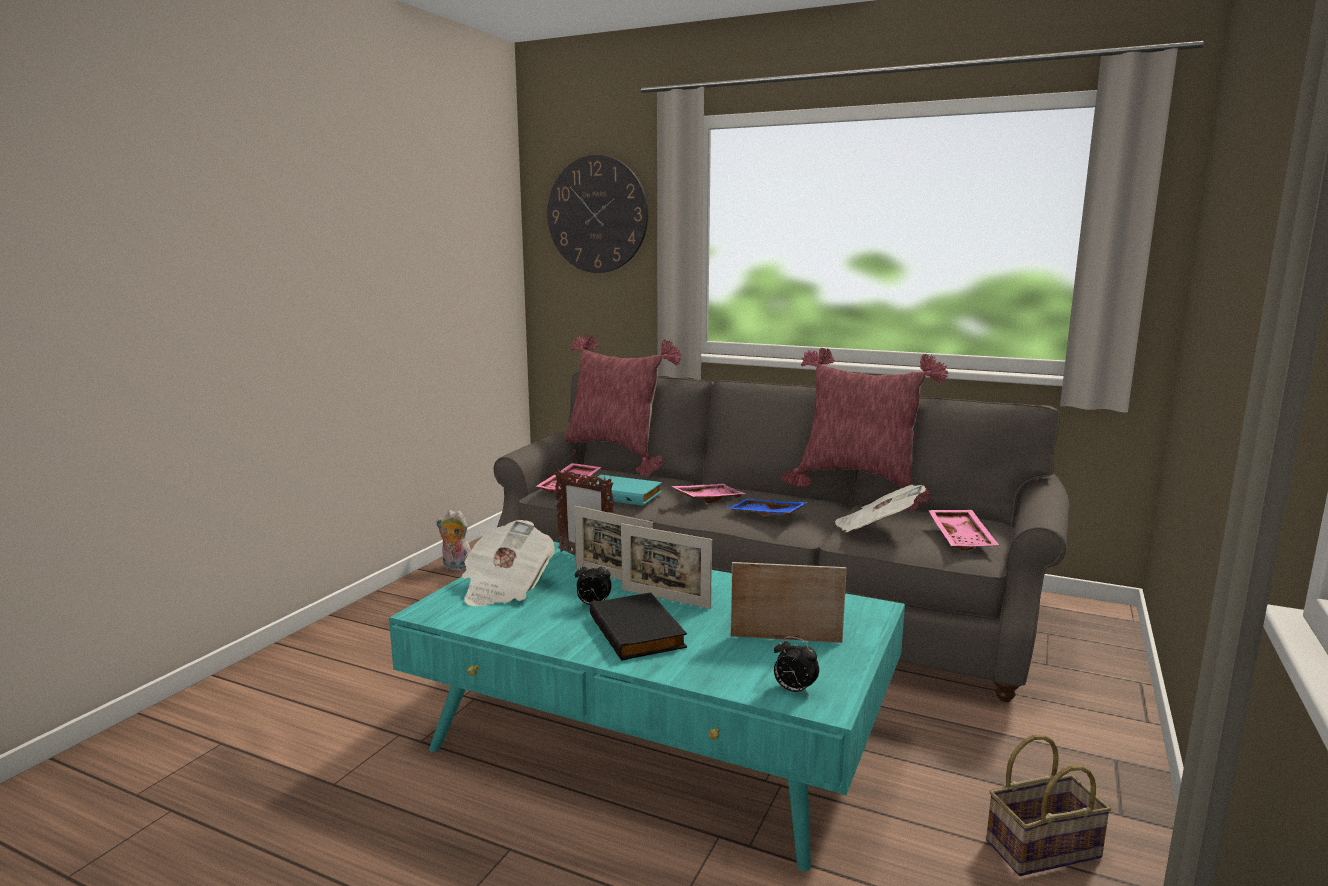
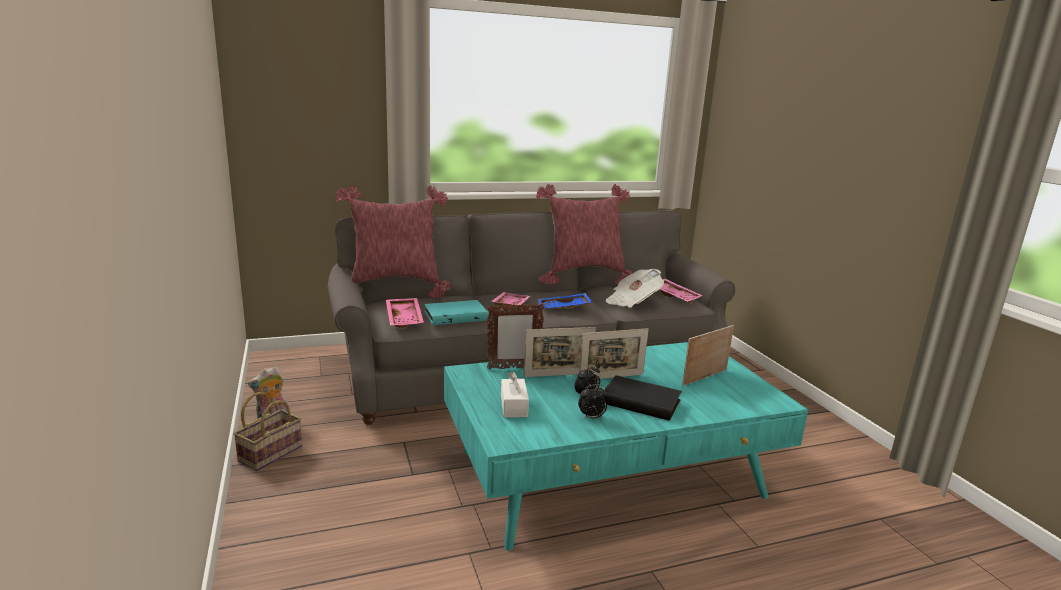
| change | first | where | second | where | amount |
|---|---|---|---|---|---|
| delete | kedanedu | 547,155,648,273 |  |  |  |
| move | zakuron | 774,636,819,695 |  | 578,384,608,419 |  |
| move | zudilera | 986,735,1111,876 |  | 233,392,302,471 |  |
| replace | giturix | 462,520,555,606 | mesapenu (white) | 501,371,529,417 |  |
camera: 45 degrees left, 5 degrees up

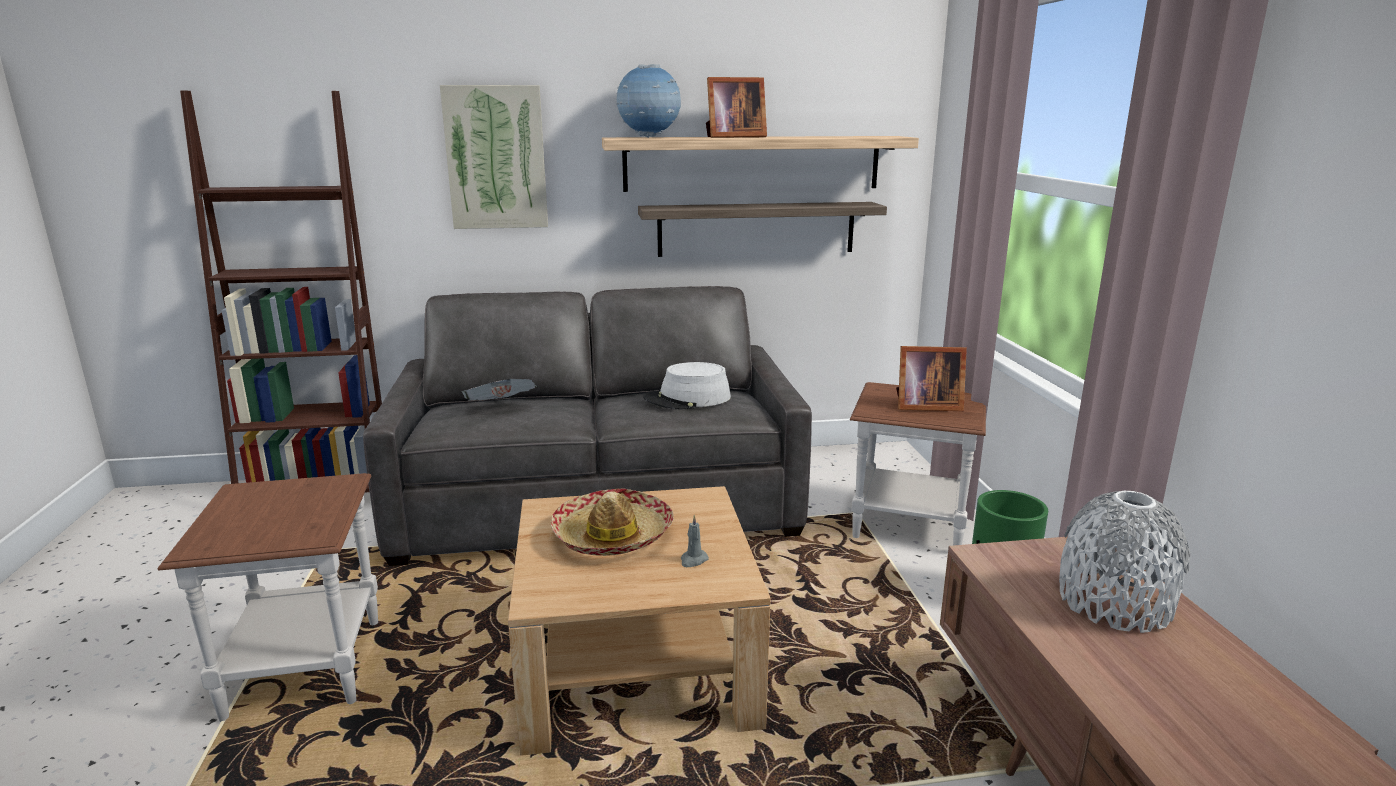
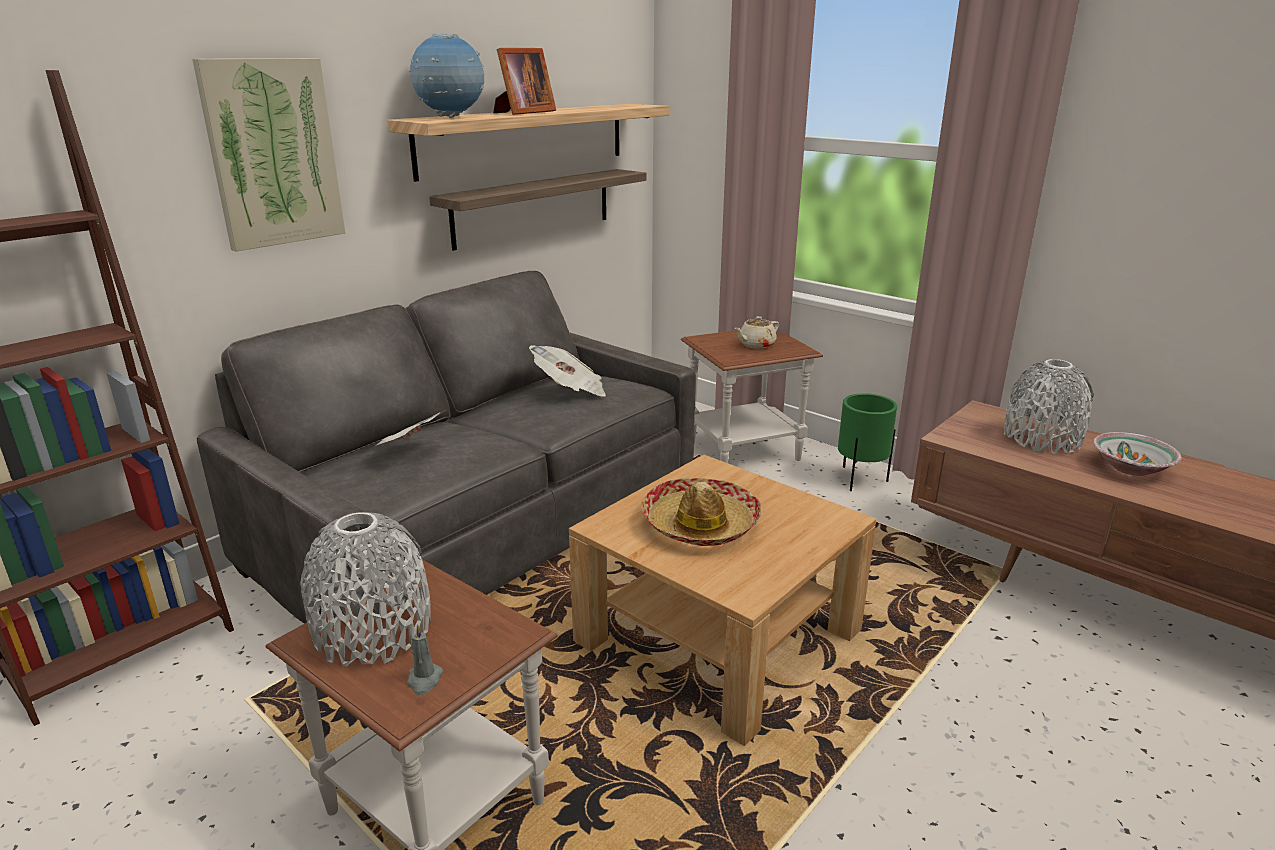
| change | first | where | second | where | amount |
|---|---|---|---|---|---|
| insert |  |  | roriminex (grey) | 301,512,431,667 |  |
| insert |  |  | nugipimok | 1093,432,1182,476 |  |
| move | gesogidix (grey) | 681,515,709,567 |  | 407,624,443,695 |  |
| replace | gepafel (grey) | 643,362,731,410 | giturix | 529,345,606,397 |  |
| replace | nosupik | 896,346,967,411 | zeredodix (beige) | 734,316,779,349 |  |
camera: 40 degrees left, 5 degrees up

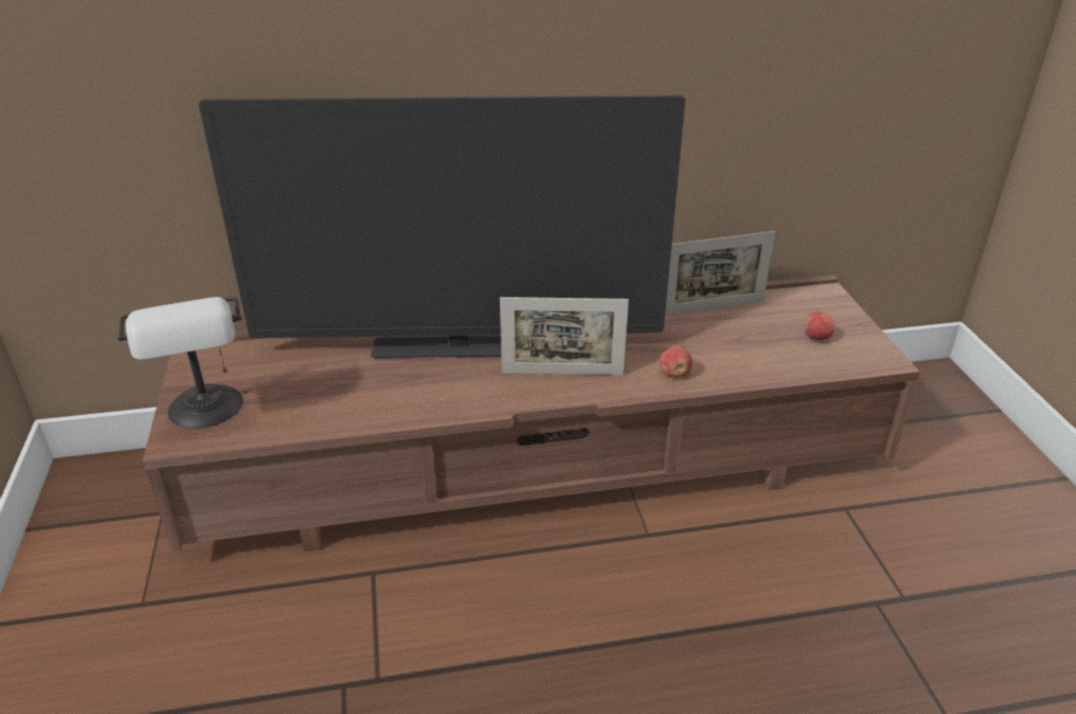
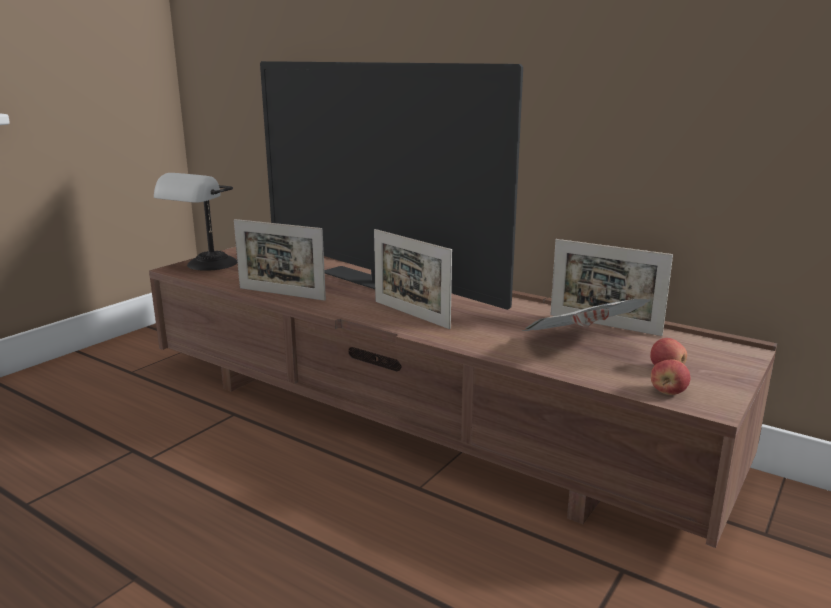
| change | first | where | second | where | amount |
|---|---|---|---|---|---|
| insert |  |  | nosupik | 234,219,326,301 |  |
| insert |  |  | giturix | 522,299,651,331 |  |
| move | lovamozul | 659,347,692,378 |  | 651,359,690,395 |  |
camera: 45 degrees right, 15 degrees down

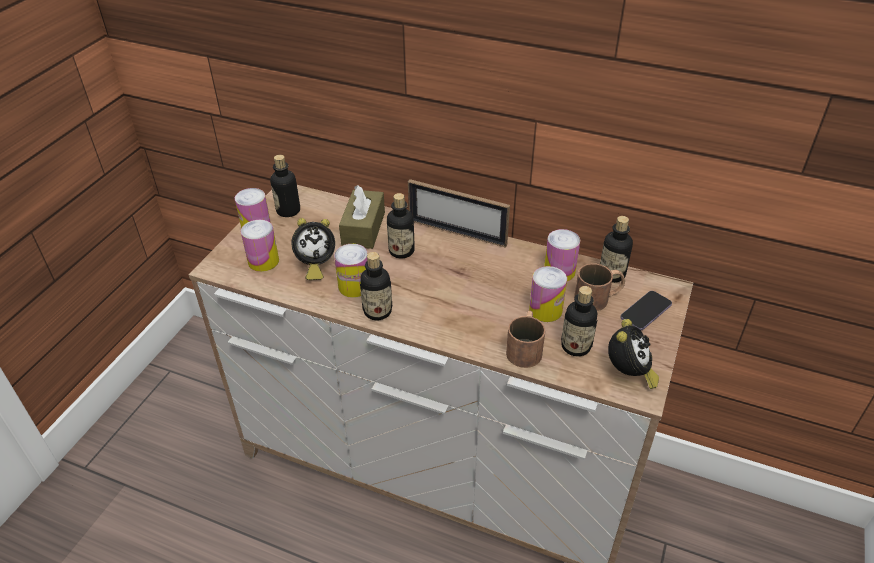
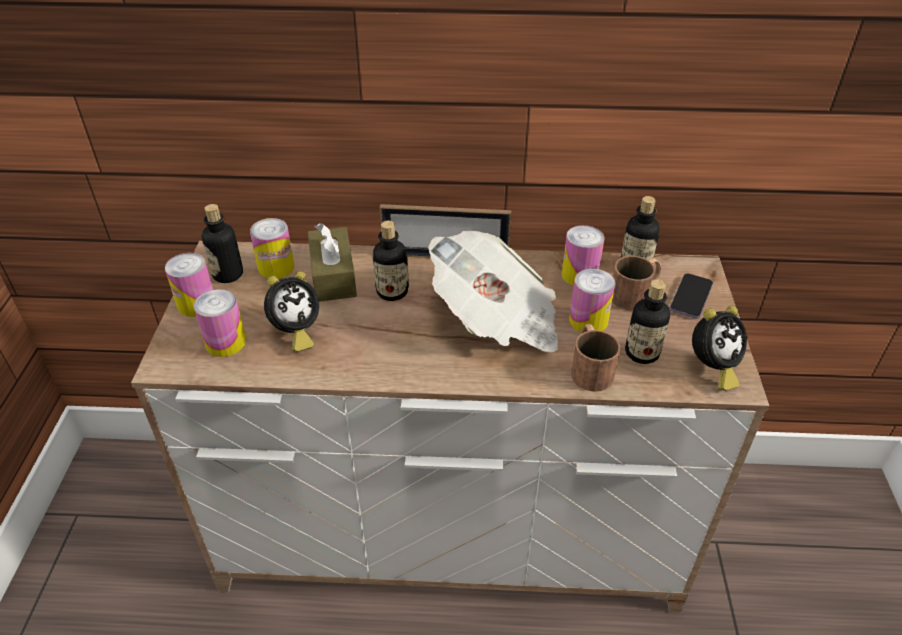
| change | first | where | second | where | amount |
|---|---|---|---|---|---|
| delete | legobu | 360,252,392,320 |  |  |  |
| insert |  |  | giturix | 428,231,558,353 |  |
| move | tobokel | 334,244,368,298 |  | 250,218,294,279 |  |
| rotate | zakuron | 608,319,659,389 |  | 692,306,747,391 | 60 degrees clockwise |
camera: 20 degrees left, 0 degrees up

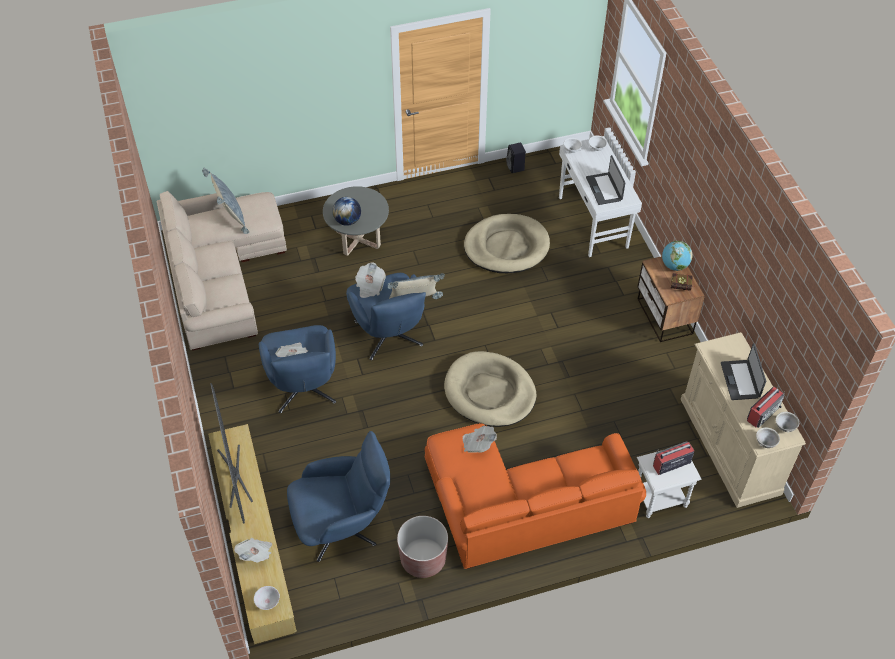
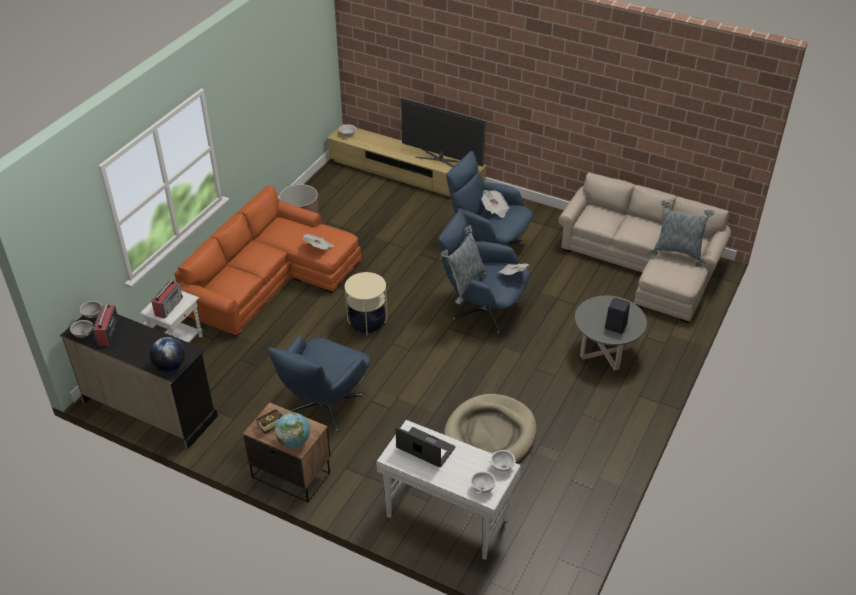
| change | first | where | second | where | amount |
|---|---|---|---|---|---|
| delete | giturix | 234,538,272,562 |  |  |  |
| delete | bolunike | 721,343,766,400 |  |  |  |
| move | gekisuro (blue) | 287,431,390,562 |  | 268,336,371,432 |  |
| move | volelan | 332,197,361,226 |  | 150,337,185,371 |  |
| move | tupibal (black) | 506,142,526,173 |  | 605,298,630,334 |  |
| replace | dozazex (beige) | 444,351,536,427 | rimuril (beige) | 345,272,387,335 |  |
| recolor | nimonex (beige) | 681,332,806,508 | nimonex (black) | 60,314,218,449 |  |
camera: 135 degrees right, 10 degrees down

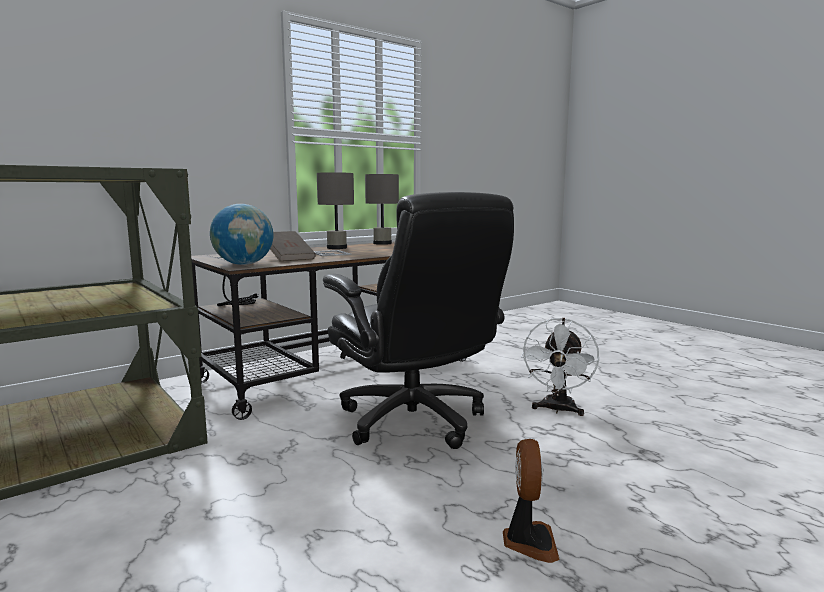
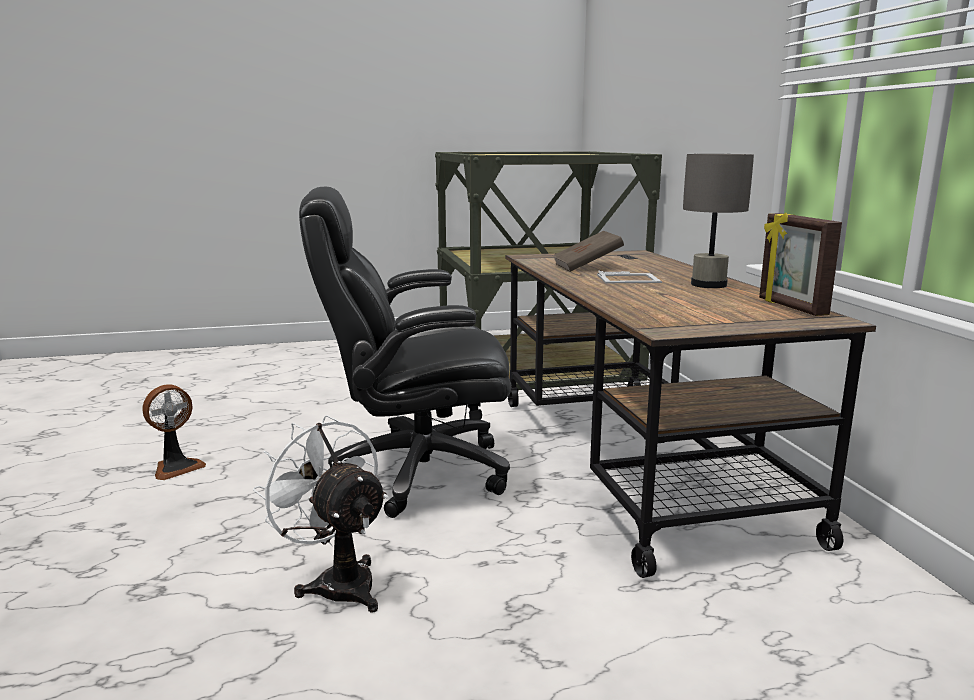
| change | first | where | second | where | amount |
|---|---|---|---|---|---|
| delete | volelan | 210,204,273,265 |  |  |  |
| replace | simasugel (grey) | 365,174,399,245 | nosupik | 759,213,842,316 |  |
| rotate | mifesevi | 503,439,560,563 |  | 142,385,206,480 | 75 degrees counterclockwise |
camera: 115 degrees right, 5 degrees up

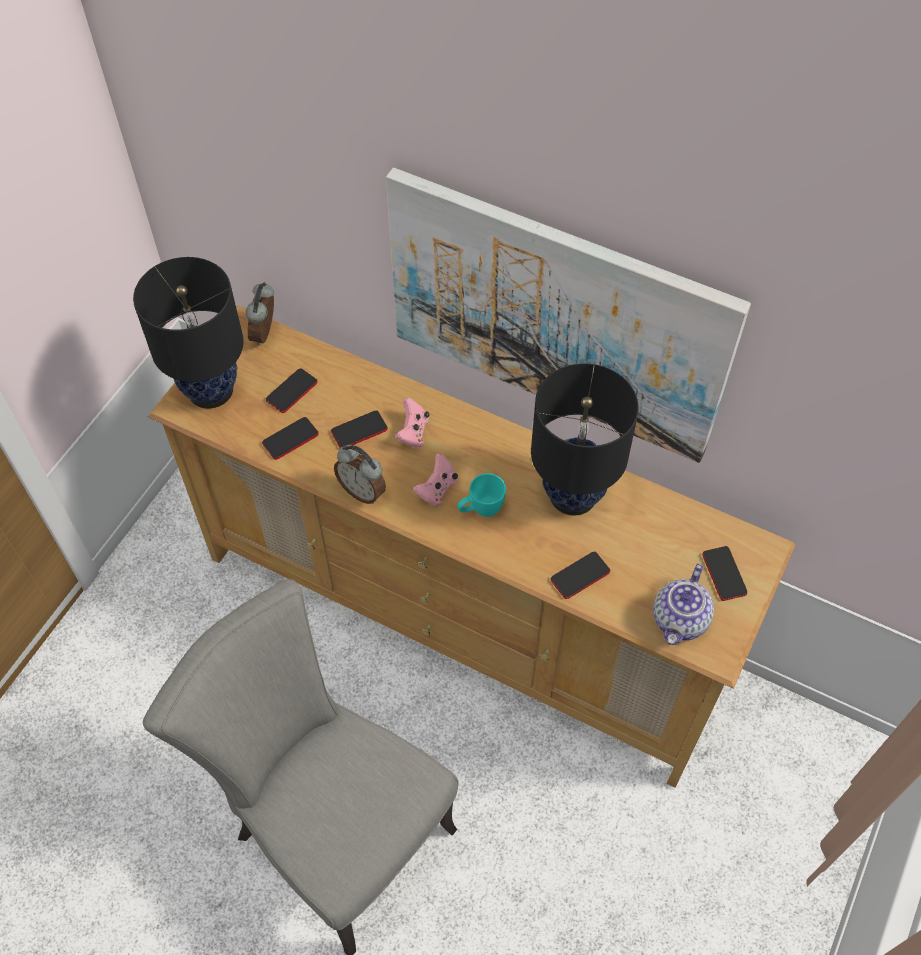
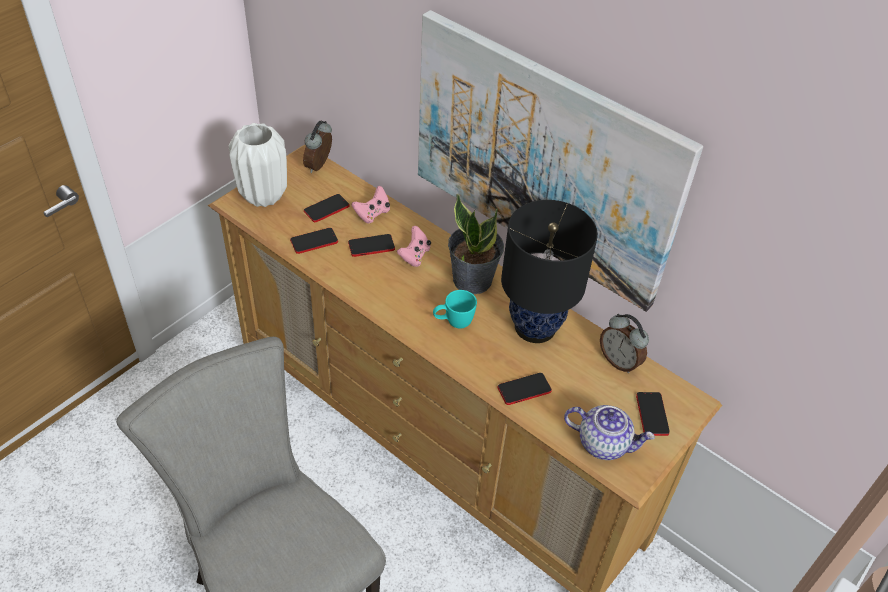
| change | first | where | second | where | amount |
|---|---|---|---|---|---|
| insert |  |  | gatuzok | 448,193,504,294 |  |
| move | zakuron | 334,445,386,504 |  | 600,314,649,373 |  |
| move | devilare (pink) | 413,454,458,506 |  | 351,186,390,224 |  |
| replace | simasugel (black) | 133,257,244,409 | roriminex (white) | 229,123,287,207 |  |
| rotate | zeredodix | 653,564,714,645 |  | 564,405,655,460 | 105 degrees counterclockwise |
camera: 10 degrees right, 10 degrees down

